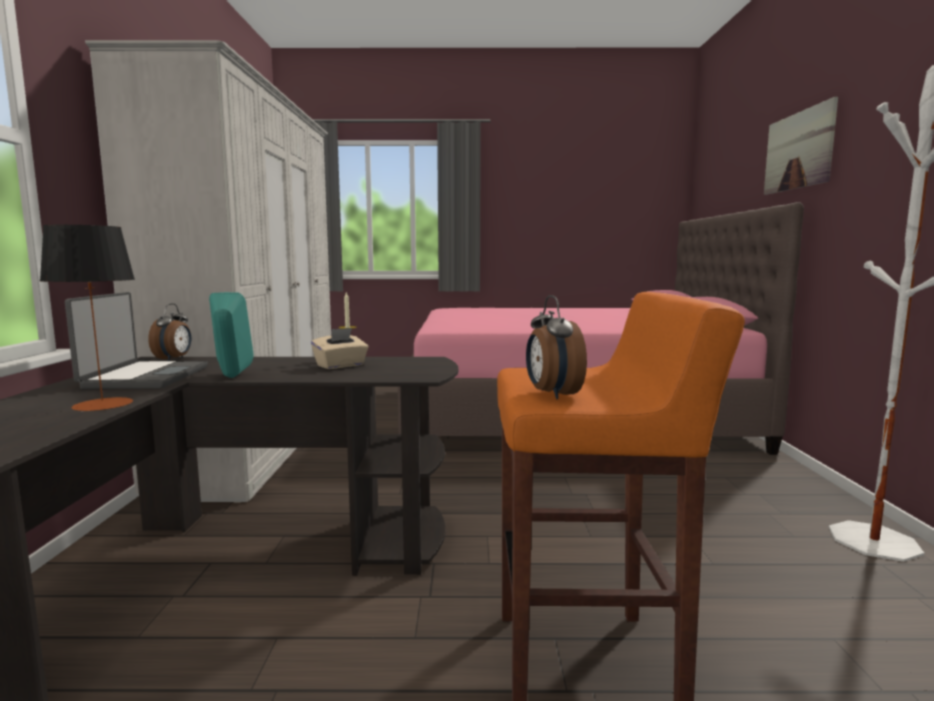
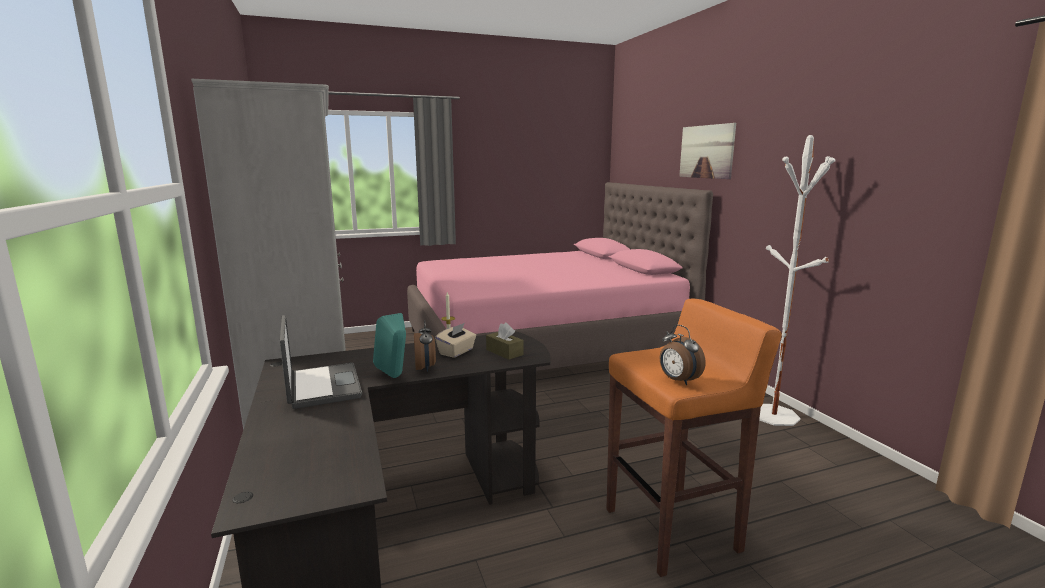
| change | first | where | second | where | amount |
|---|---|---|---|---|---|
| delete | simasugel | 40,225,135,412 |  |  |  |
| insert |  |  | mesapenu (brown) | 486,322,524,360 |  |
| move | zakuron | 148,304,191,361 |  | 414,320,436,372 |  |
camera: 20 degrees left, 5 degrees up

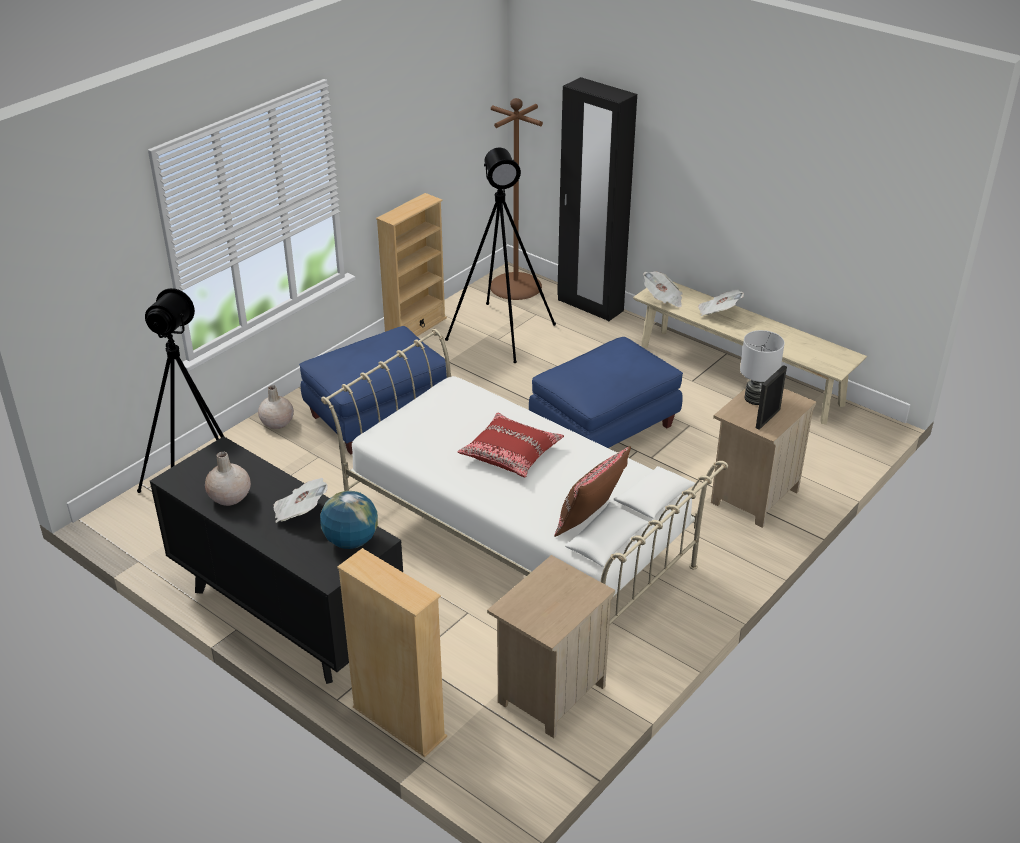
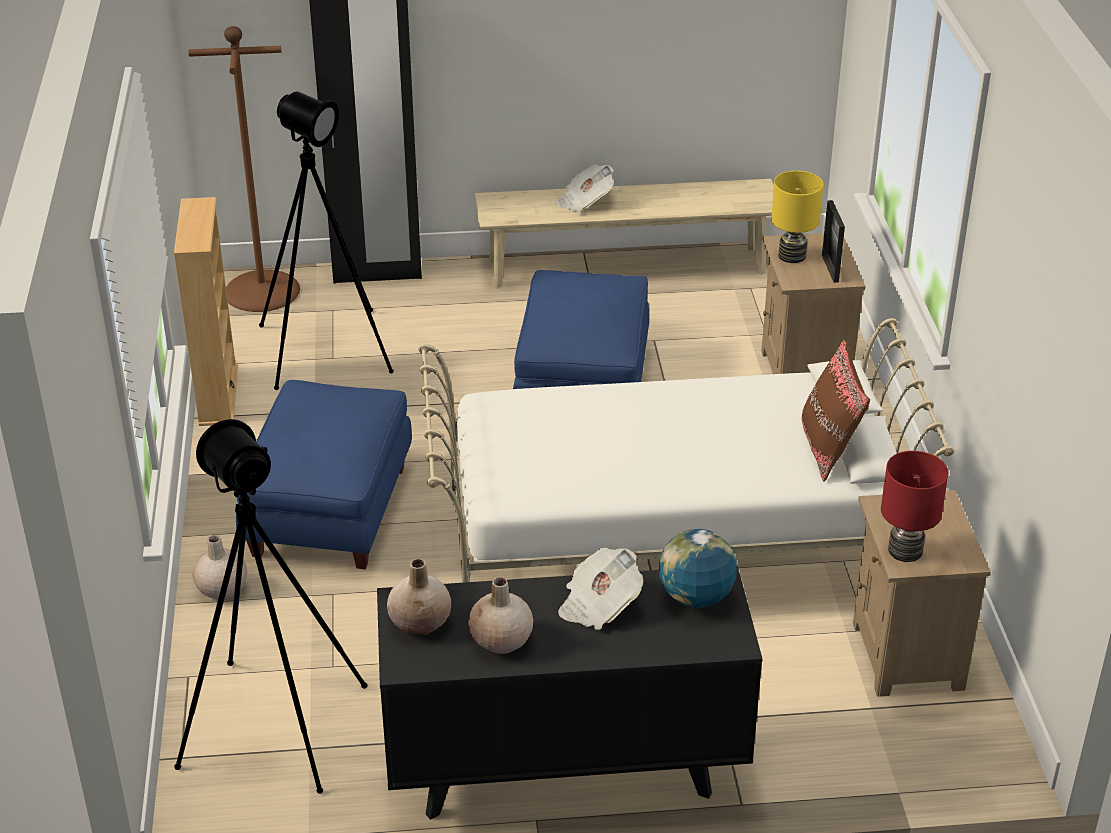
| change | first | where | second | where | amount |
|---|---|---|---|---|---|
| delete | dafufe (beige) | 337,548,447,758 |  |  |  |
| delete | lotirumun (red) | 457,413,564,477 |  |  |  |
| delete | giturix | 643,271,683,308 |  |  |  |
| insert |  |  | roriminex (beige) | 387,559,451,635 |  |
| insert |  |  | simasugel (red) | 881,451,949,562 |  |
| recolor | simasugel (grey) | 740,330,785,405 | simasugel (yellow) | 771,171,823,263 |  |
camera: 45 degrees left, 0 degrees up

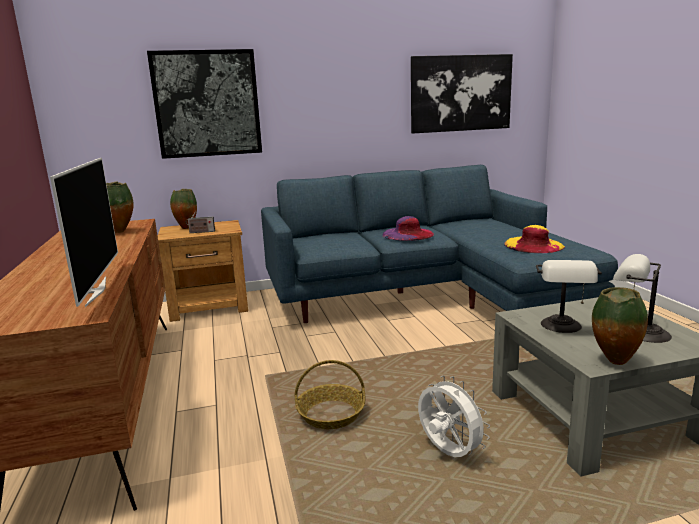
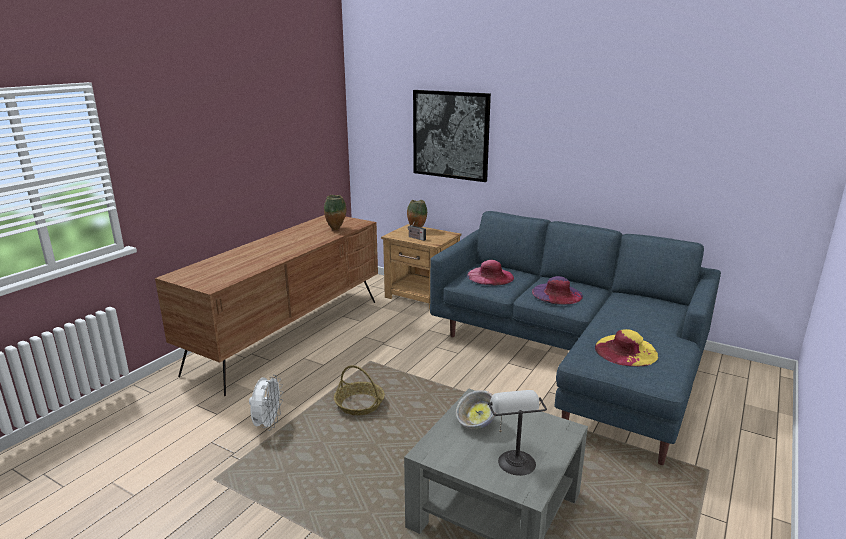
| change | first | where | second | where | amount |
|---|---|---|---|---|---|
| delete | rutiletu | 50,158,118,307 |  |  |  |
| delete | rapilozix | 411,54,513,134 |  |  |  |
| delete | roriminex | 592,287,648,365 |  |  |  |
| insert |  |  | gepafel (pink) | 467,260,514,286 |  |
| move | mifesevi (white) | 418,376,490,457 |  | 249,375,283,431 |  |
| replace | simasugel | 536,260,602,333 | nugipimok | 456,390,496,429 |  |
camera: 45 degrees right, 5 degrees up

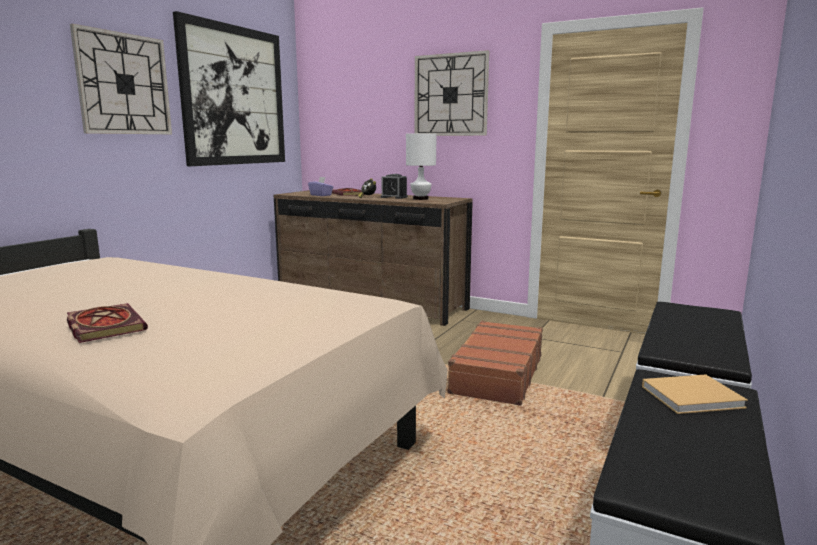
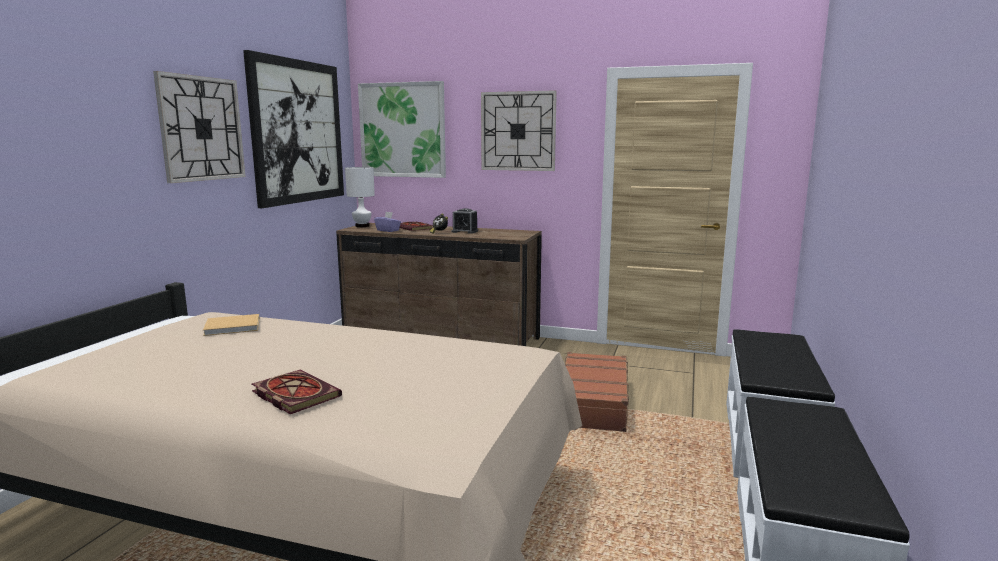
| change | first | where | second | where | amount |
|---|---|---|---|---|---|
| insert |  |  | rapilozix | 358,81,446,178 |  |
| move | simasugel (white) | 406,133,437,200 |  | 345,167,375,227 |  |
| move | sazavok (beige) | 642,375,748,414 |  | 203,314,260,336 |  |
camera: 10 degrees left, 0 degrees up

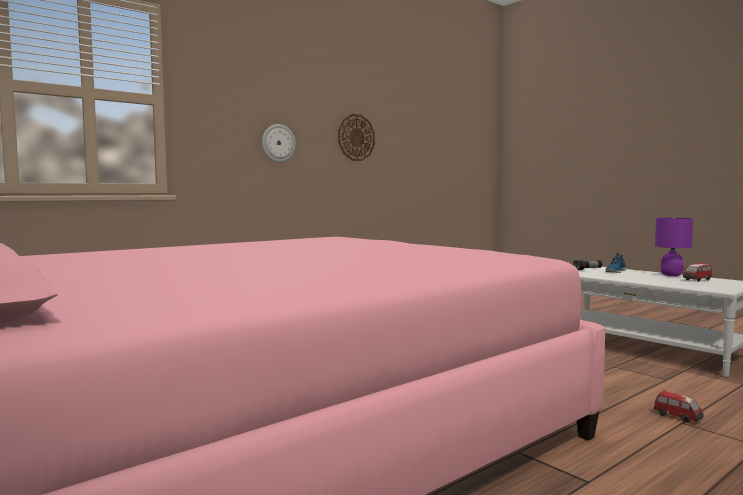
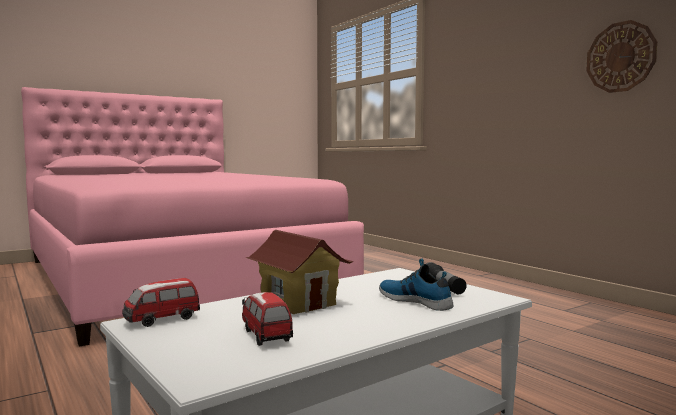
| change | first | where | second | where | amount |
|---|---|---|---|---|---|
| delete | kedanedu | 262,124,296,163 |  |  |  |
| delete | simasugel (purple) | 655,217,693,276 |  |  |  |
| insert |  |  | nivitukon | 245,230,354,314 |  |
| move | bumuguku | 654,391,704,423 |  | 122,278,200,327 |  |
camera: 95 degrees right, 0 degrees up

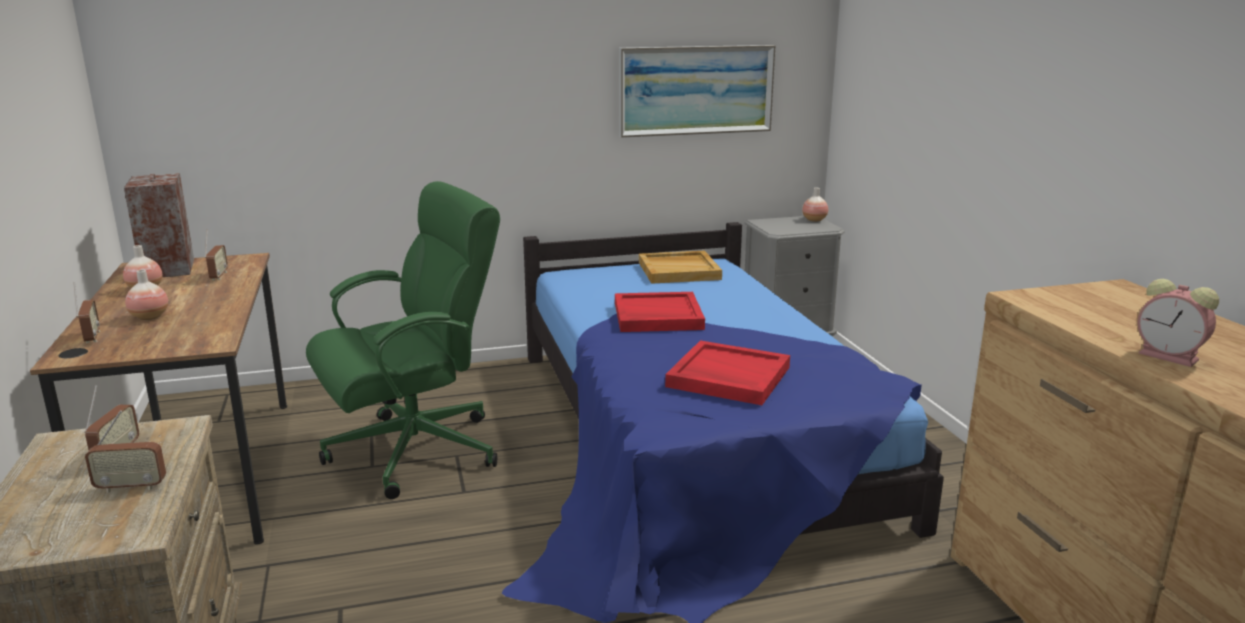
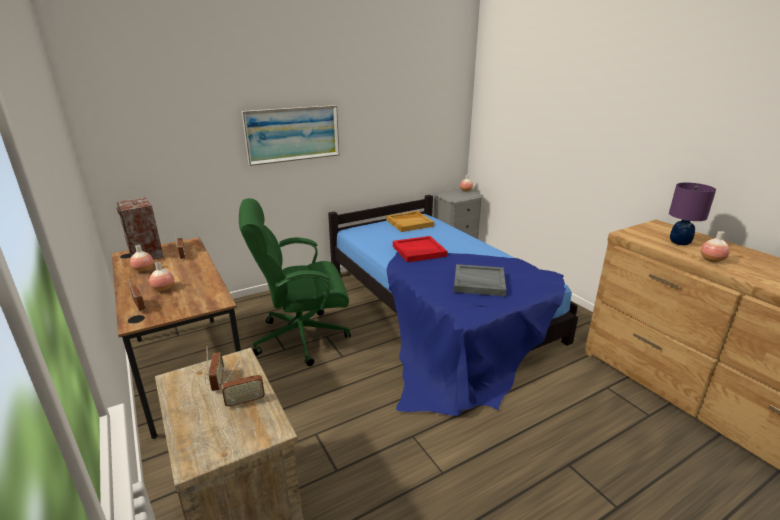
| change | first | where | second | where | amount |
|---|---|---|---|---|---|
| insert |  |  | simasugel (purple) | 669,183,716,245 |  |
| move | rapilozix | 619,45,776,137 |  | 242,105,339,166 |  |
| replace | zakuron | 1138,279,1219,367 | roriminex | 701,231,730,263 |  |
| recolor | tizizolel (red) | 665,340,790,405 | tizizolel (grey) | 454,264,506,296 |  |
| rotate | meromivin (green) | 306,181,500,499 |  | 239,198,351,366 | 150 degrees counterclockwise |
camera: 15 degrees left, 5 degrees up

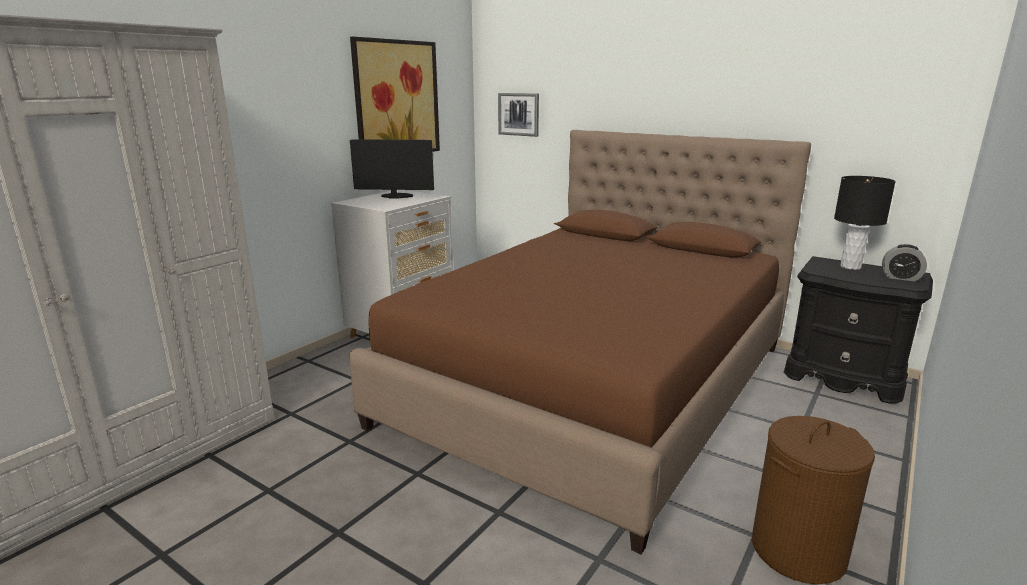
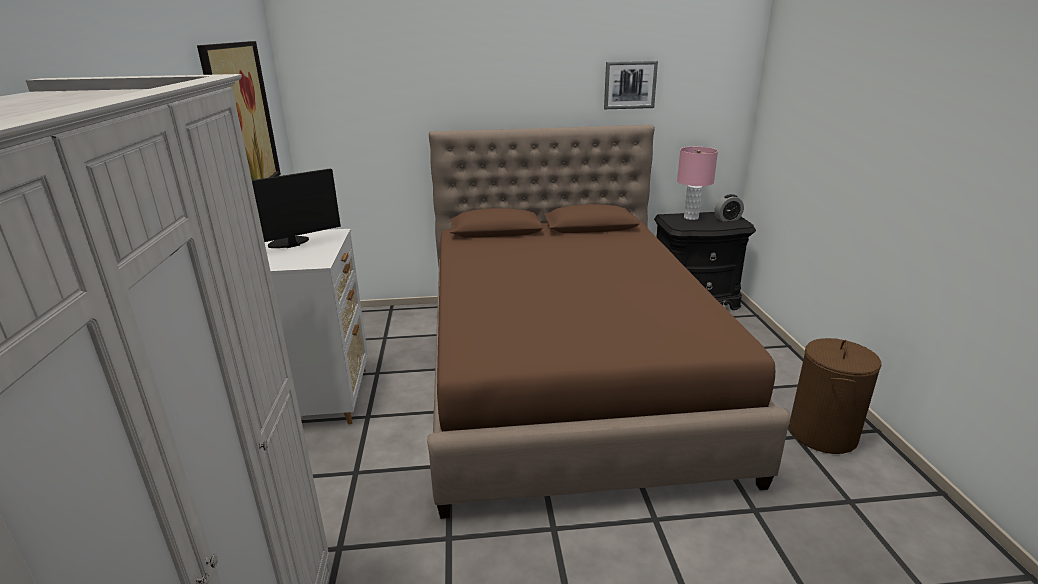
| change | first | where | second | where | amount |
|---|---|---|---|---|---|
| move | rapilozix | 498,93,539,137 |  | 604,61,658,109 |  |
| recolor | simasugel (black) | 834,176,896,270 | simasugel (pink) | 677,147,718,220 |  |
camera: 40 degrees left, 5 degrees up

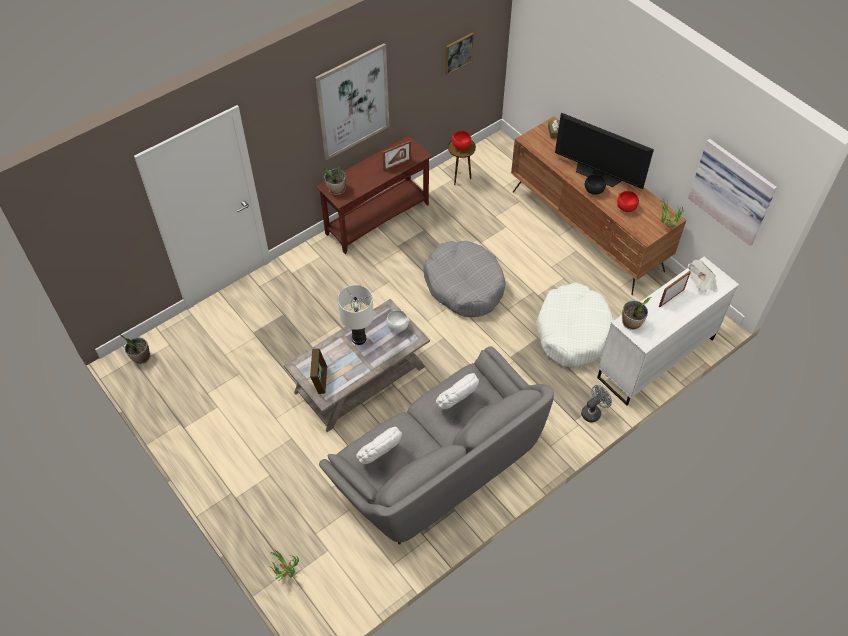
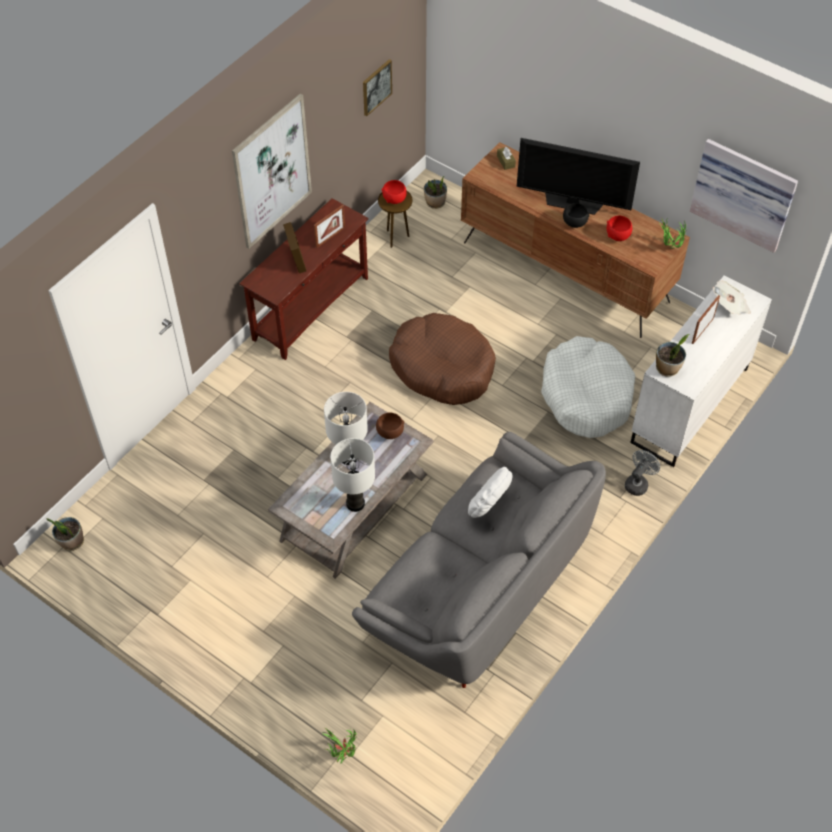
| change | first | where | second | where | amount |
|---|---|---|---|---|---|
| delete | lotirumun (white) | 356,427,402,464 |  |  |  |
| insert |  |  | simasugel (white) | 330,438,375,512 |  |
| move | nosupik | 310,349,327,394 |  | 283,222,306,273 |  |
| move | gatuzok | 324,167,346,195 |  | 424,176,447,209 |  |
| recolor | nugipimok (white) | 386,310,409,332 | nugipimok (brown) | 376,412,405,439 |  |
| recolor | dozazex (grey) | 424,241,506,317 | dozazex (brown) | 389,313,496,405 |  |
camera: 15 degrees left, 0 degrees up

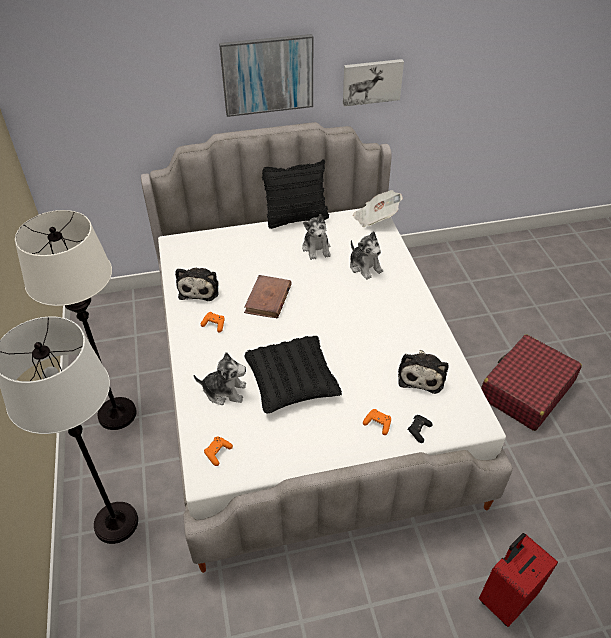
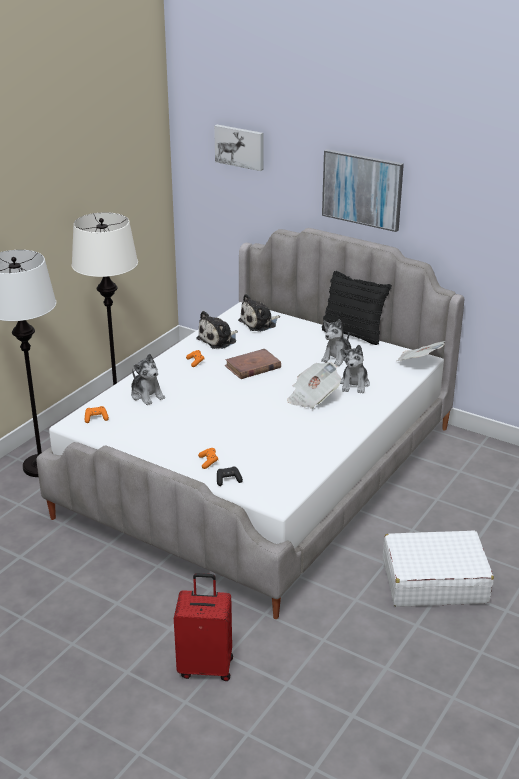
| change | first | where | second | where | amount |
|---|---|---|---|---|---|
| delete | lotirumun (black) | 244,335,342,414 |  |  |  |
| insert |  |  | giturix | 287,362,341,409 |  |
| move | rapilozix | 343,59,404,107 |  | 214,125,263,171 |  |
| move | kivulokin | 398,350,448,394 |  | 238,294,280,332 |  |
| recolor | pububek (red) | 481,334,582,431 | pububek (white) | 383,530,494,607 |  |
camera: 45 degrees right, 15 degrees down

